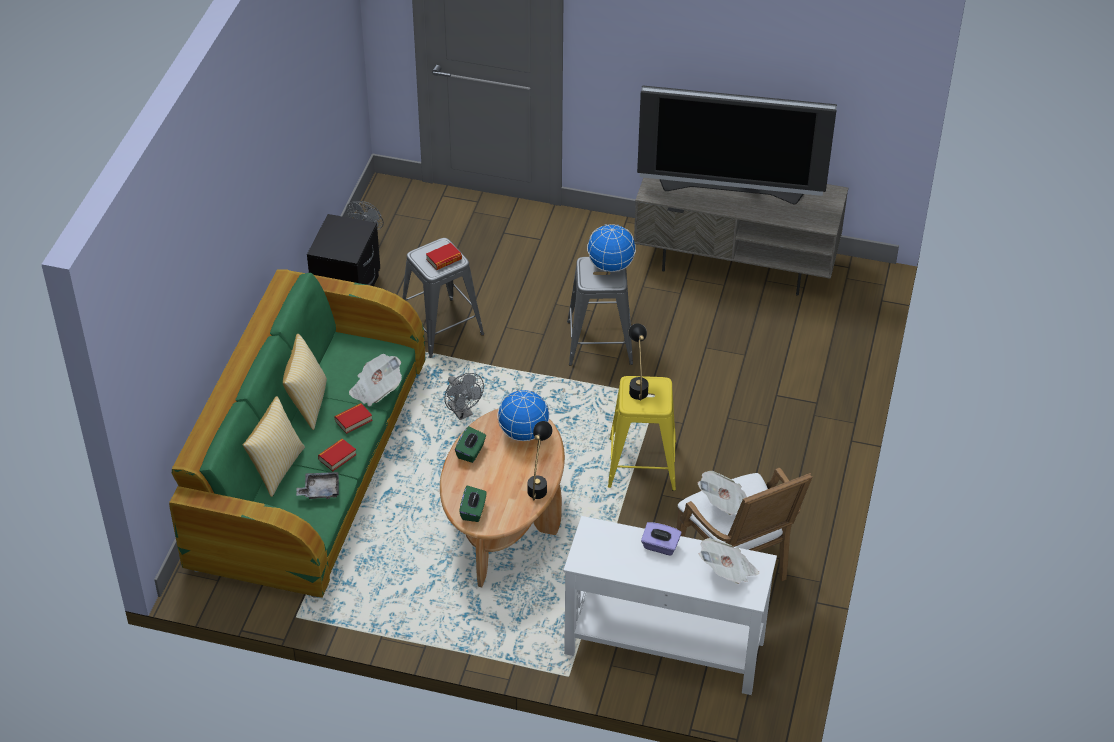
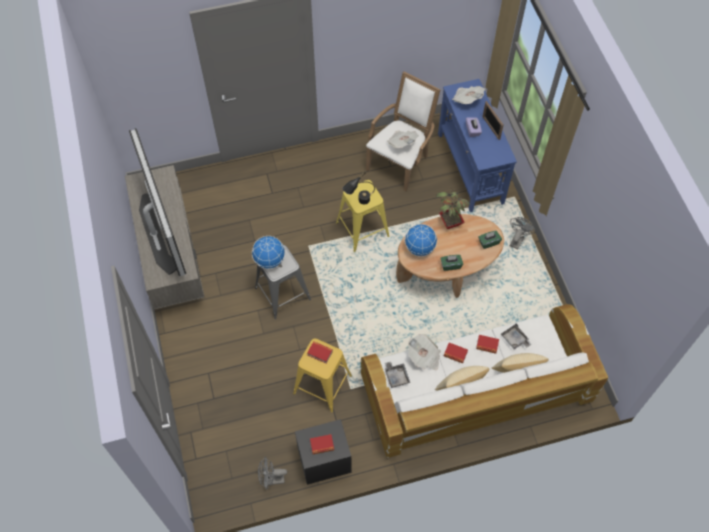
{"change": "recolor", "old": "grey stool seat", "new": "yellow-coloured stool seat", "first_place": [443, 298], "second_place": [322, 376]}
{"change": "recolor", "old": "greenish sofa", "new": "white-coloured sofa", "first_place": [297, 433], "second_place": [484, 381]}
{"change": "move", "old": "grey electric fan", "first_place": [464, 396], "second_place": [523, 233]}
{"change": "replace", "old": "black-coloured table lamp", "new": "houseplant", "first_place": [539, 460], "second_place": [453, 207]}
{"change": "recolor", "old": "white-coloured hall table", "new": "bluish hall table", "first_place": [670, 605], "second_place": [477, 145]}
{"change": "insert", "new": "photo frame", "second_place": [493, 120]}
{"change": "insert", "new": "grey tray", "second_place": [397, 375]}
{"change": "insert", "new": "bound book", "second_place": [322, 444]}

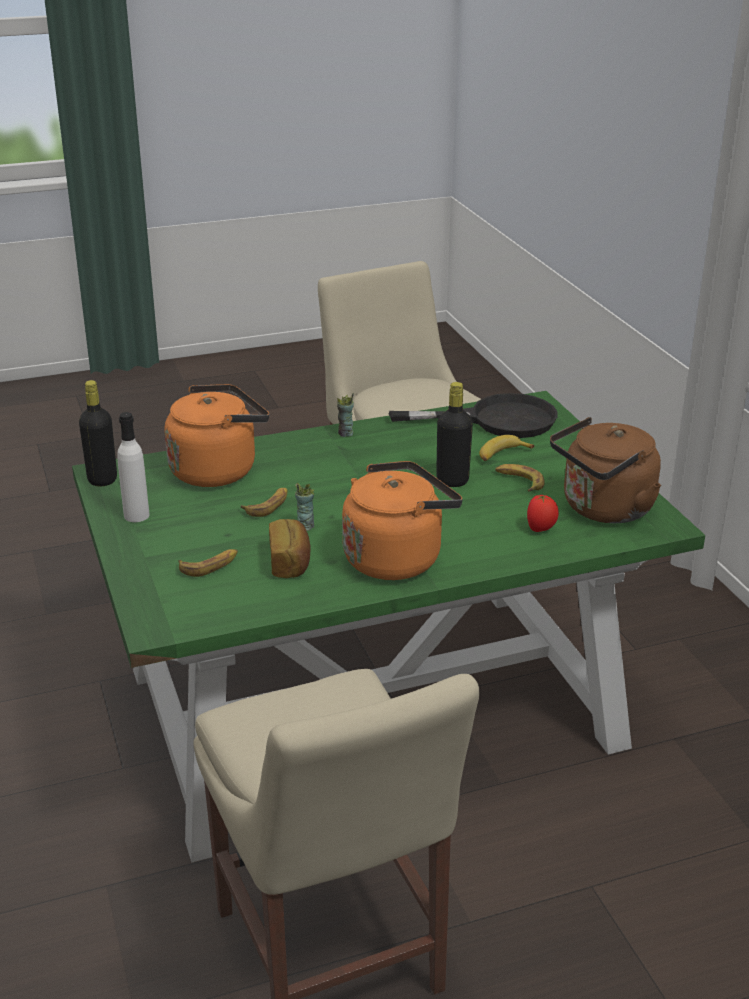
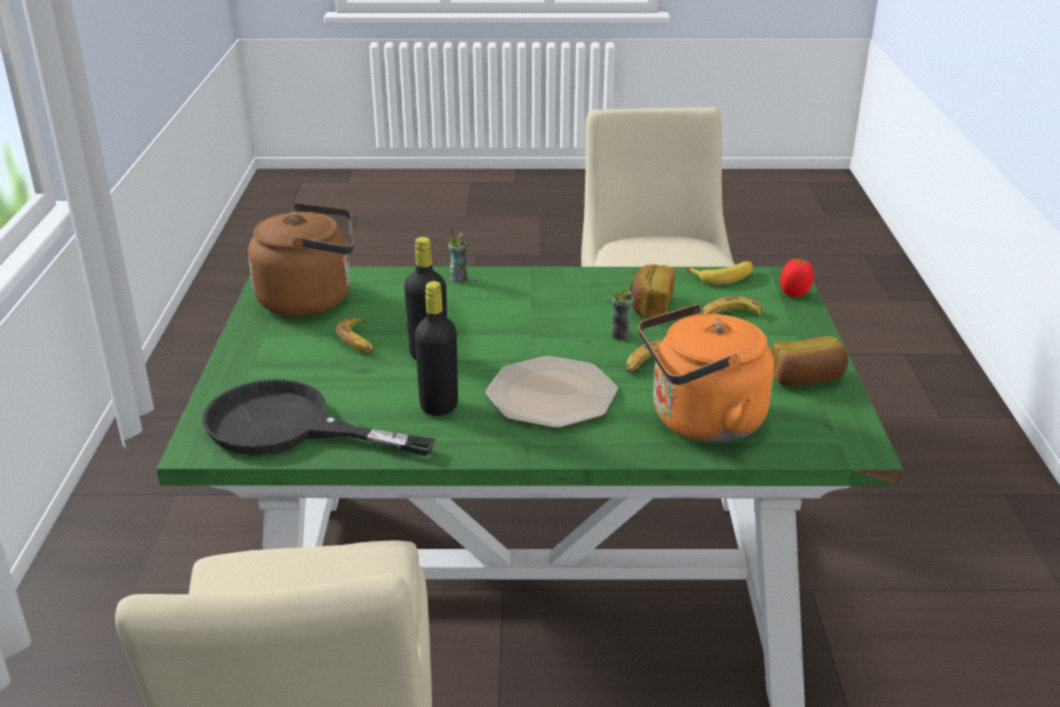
{"change": "move", "old": "black-coloured beverage bottle", "first_place": [98, 433], "second_place": [436, 348]}
{"change": "move", "old": "cup", "first_place": [345, 415], "second_place": [457, 255]}
{"change": "replace", "old": "white-coloured beverage bottle", "new": "baked bread", "first_place": [133, 467], "second_place": [810, 361]}
{"change": "move", "old": "banana fruit", "first_place": [506, 448], "second_place": [720, 273]}
{"change": "delete", "old": "orange-coloured kettle", "first_place": [402, 520]}
{"change": "move", "old": "tomato", "first_place": [543, 513], "second_place": [797, 277]}
{"change": "insert", "new": "dinner plate", "second_place": [552, 392]}

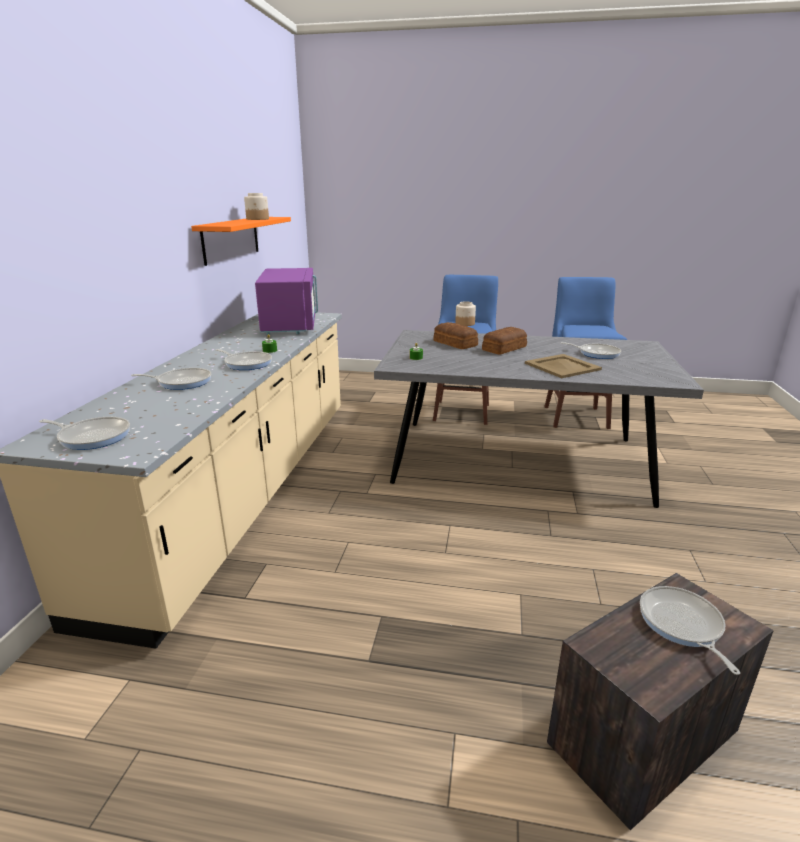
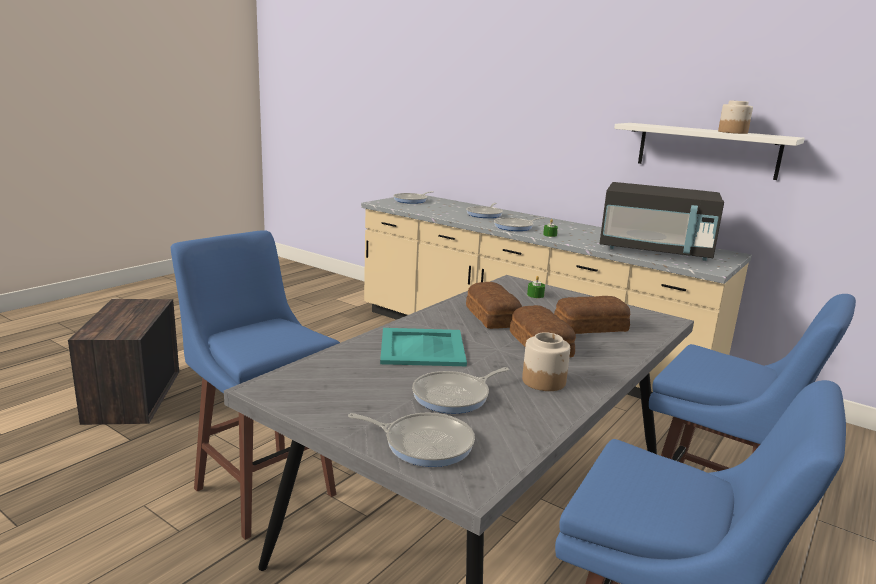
{"change": "recolor", "old": "orange-coloured bracket shelf", "new": "white-coloured bracket shelf", "first_place": [241, 241], "second_place": [709, 151]}
{"change": "recolor", "old": "purple kitchen microwave", "new": "black-coloured kitchen microwave", "first_place": [286, 301], "second_place": [661, 221]}
{"change": "move", "old": "storage jar", "first_place": [465, 313], "second_place": [546, 361]}
{"change": "recolor", "old": "beige tray", "new": "turquoise-coloured tray", "first_place": [563, 366], "second_place": [423, 347]}
{"change": "move", "old": "frying pan", "first_place": [690, 630], "second_place": [411, 439]}
{"change": "insert", "new": "bluish stool seat", "second_place": [255, 385]}
{"change": "insert", "new": "baked bread", "second_place": [494, 305]}

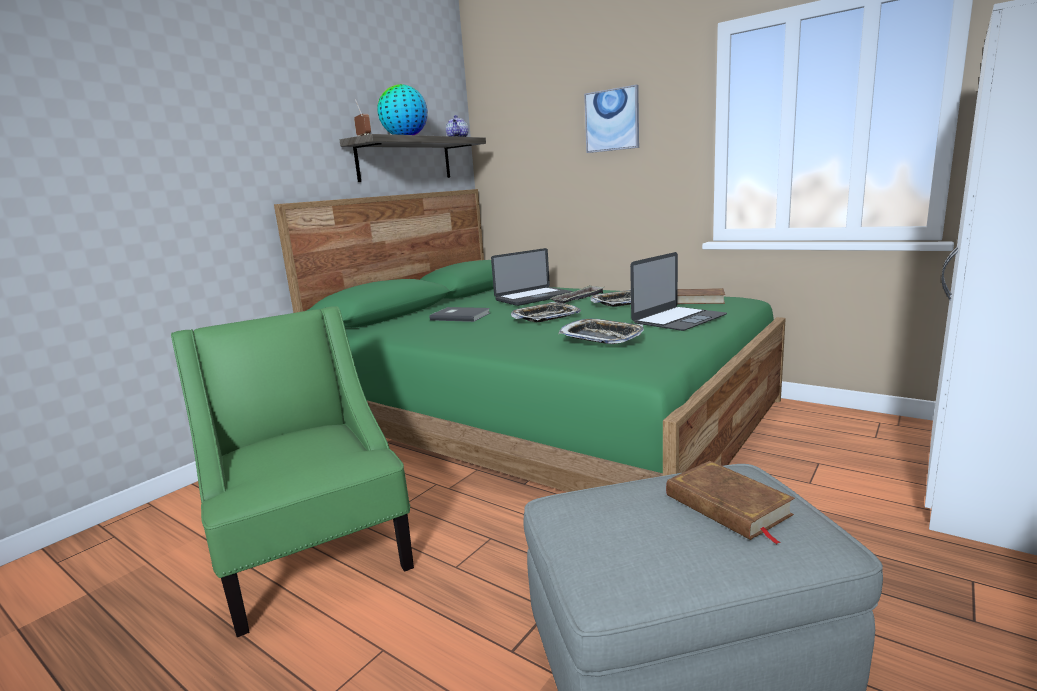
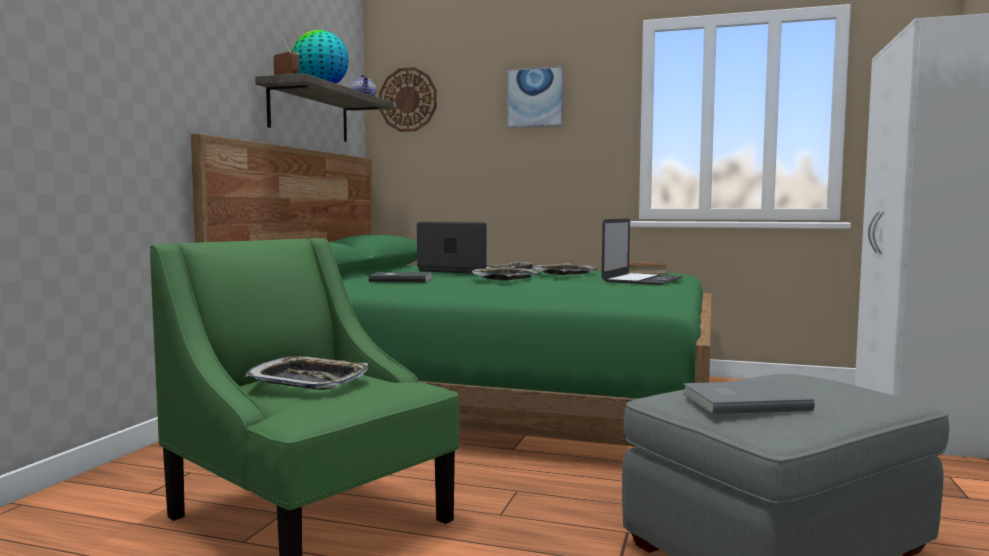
{"change": "rotate", "old": "notebook computer", "first_place": [531, 277], "second_place": [455, 248], "degrees": -105}
{"change": "move", "old": "tray", "first_place": [601, 331], "second_place": [306, 373]}
{"change": "delete", "old": "brown bound book", "first_place": [730, 502]}
{"change": "insert", "new": "hanging clock", "second_place": [408, 99]}
{"change": "insert", "new": "grey bound book", "second_place": [749, 397]}

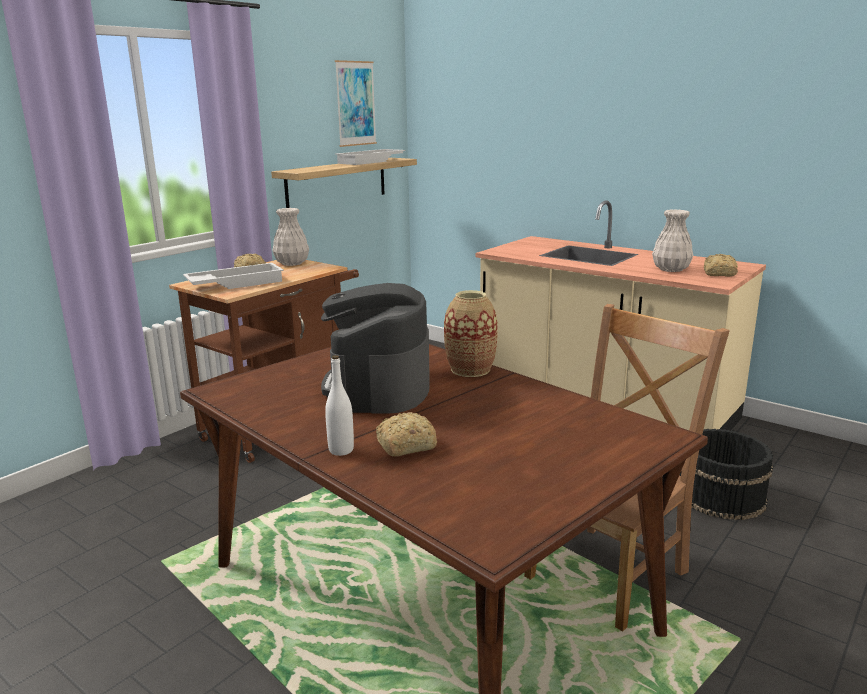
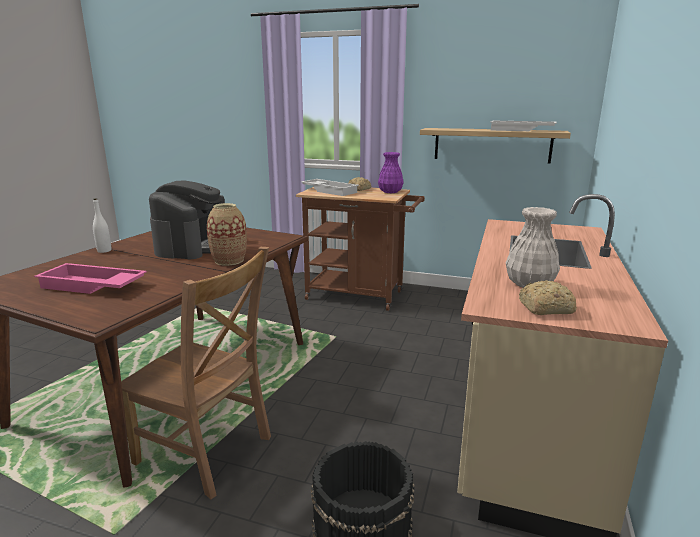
{"change": "delete", "old": "wall picture", "first_place": [356, 103]}
{"change": "recolor", "old": "white-coloured vase", "new": "purple vase", "first_place": [290, 237], "second_place": [391, 172]}
{"change": "rotate", "old": "coffee machine", "first_place": [375, 348], "second_place": [187, 219], "degrees": 120}
{"change": "delete", "old": "baked bread", "first_place": [406, 434]}
{"change": "insert", "new": "pink tray", "second_place": [90, 278]}

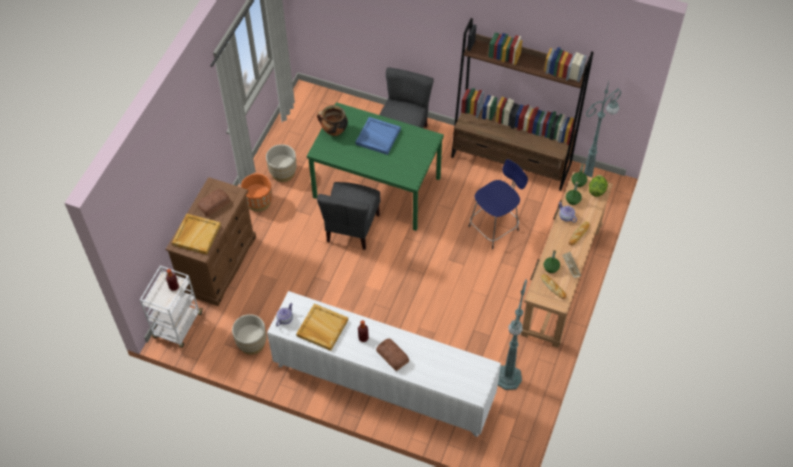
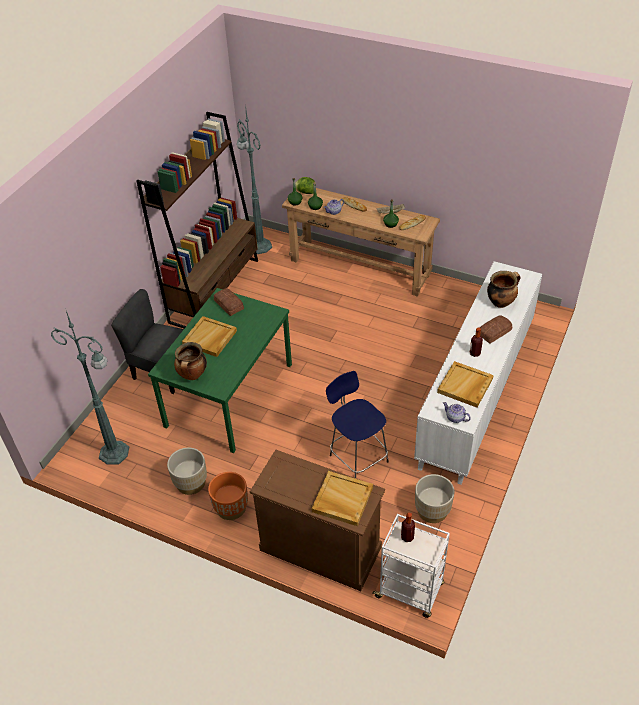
{"change": "recolor", "old": "bluish tray", "new": "beige tray", "first_place": [378, 136], "second_place": [209, 336]}
{"change": "move", "old": "bluish stool seat", "first_place": [498, 204], "second_place": [357, 424]}
{"change": "delete", "old": "grey chair", "first_place": [348, 216]}
{"change": "move", "old": "baked bread", "first_place": [214, 203], "second_place": [229, 302]}
{"change": "move", "old": "greenish standard lamp", "first_place": [512, 335], "second_place": [90, 388]}
{"change": "insert", "new": "cooking pot", "second_place": [504, 289]}

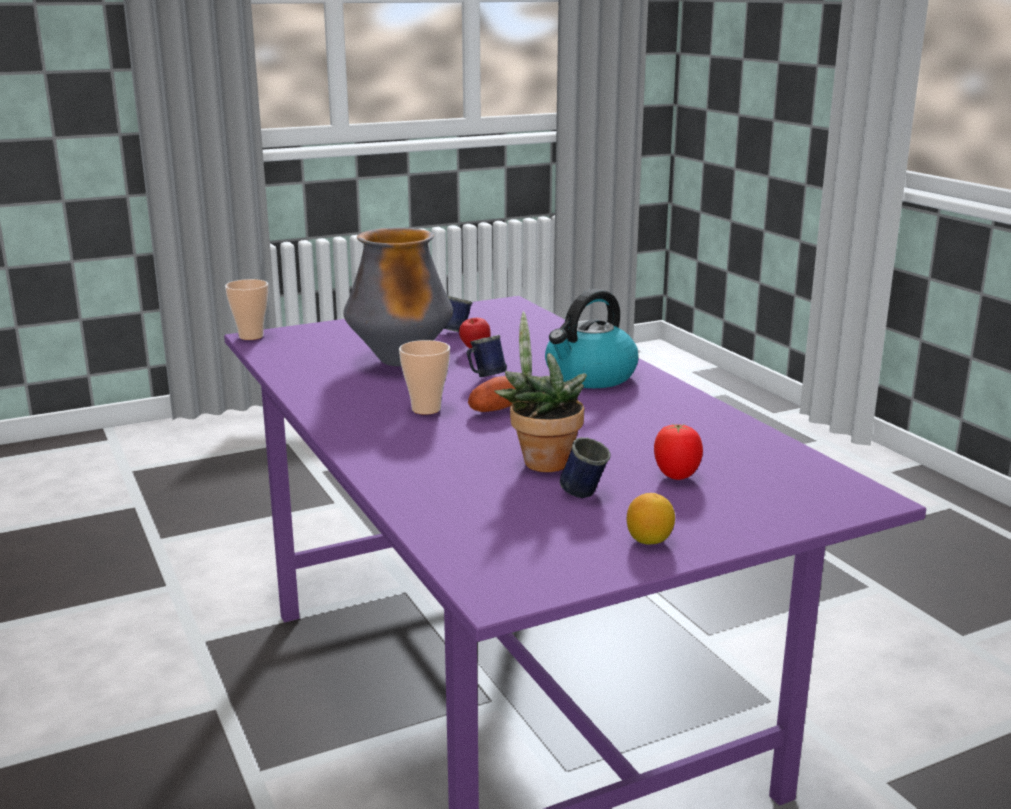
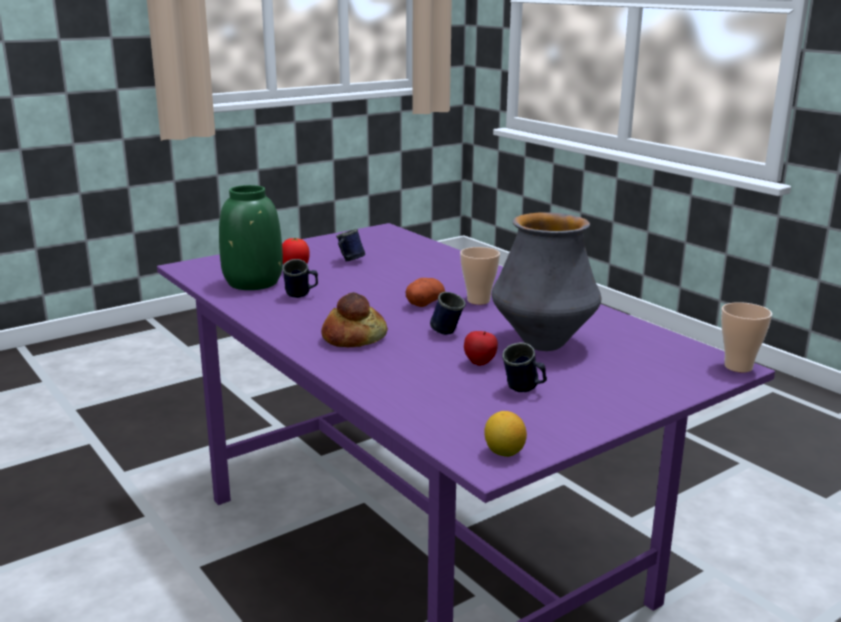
{"change": "replace", "old": "kettle", "new": "baked bread", "first_place": [591, 338], "second_place": [354, 319]}
{"change": "delete", "old": "houseplant", "first_place": [540, 391]}
{"change": "move", "old": "whole lemon", "first_place": [651, 519], "second_place": [505, 434]}
{"change": "insert", "new": "greenish vase", "second_place": [251, 237]}
{"change": "insert", "new": "bluish mug", "second_place": [300, 278]}

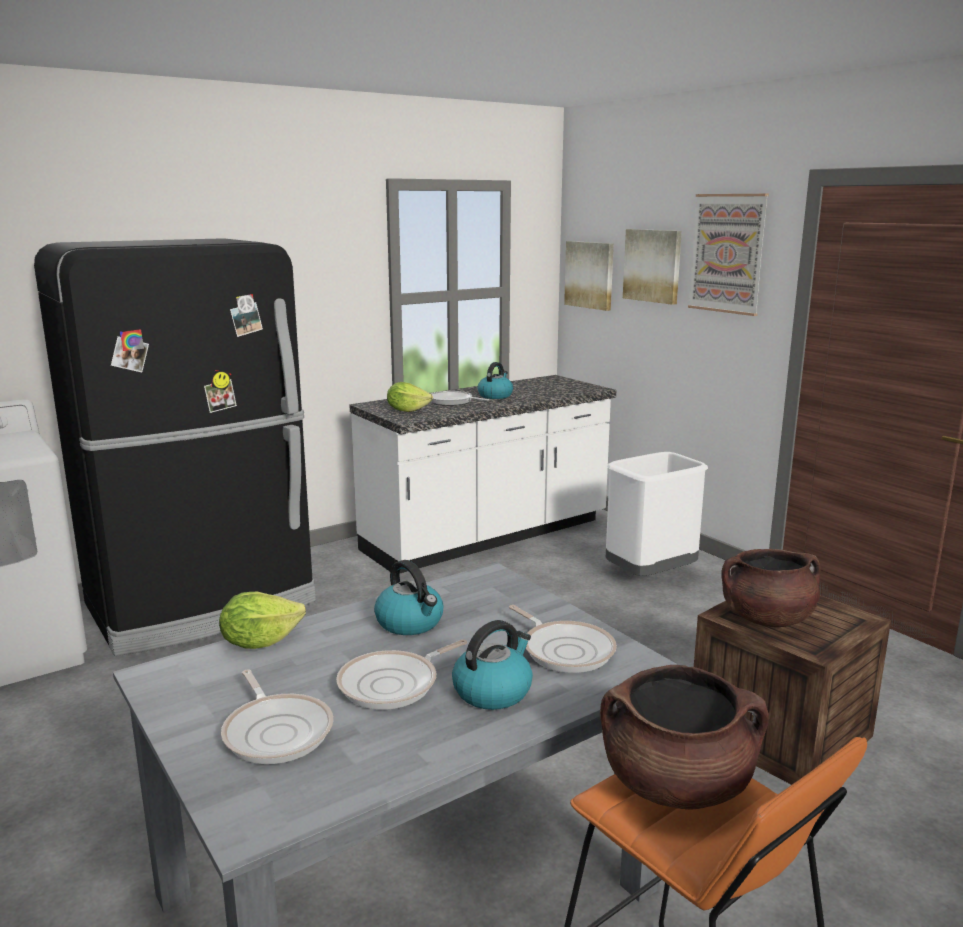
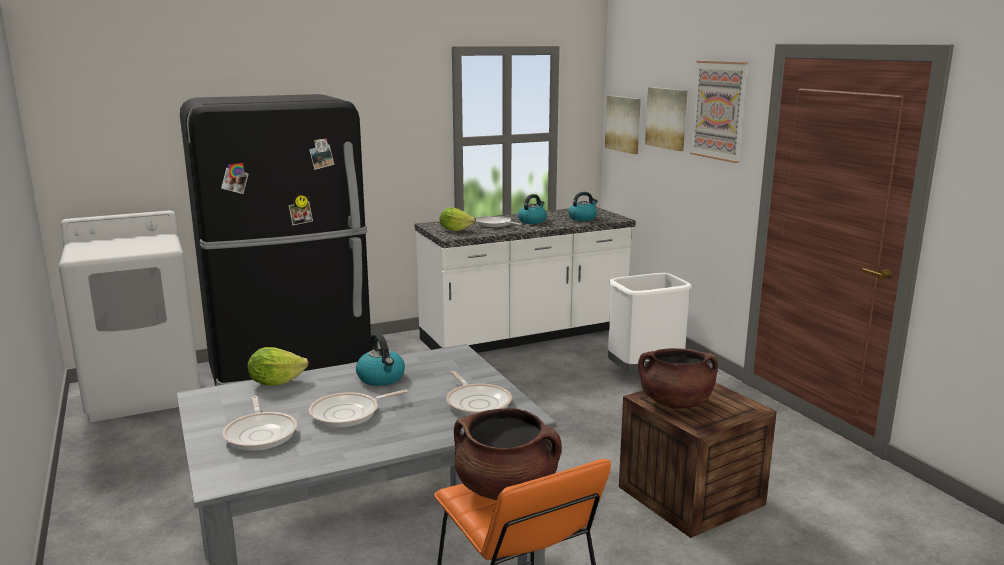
{"change": "move", "old": "kettle", "first_place": [492, 665], "second_place": [583, 206]}

